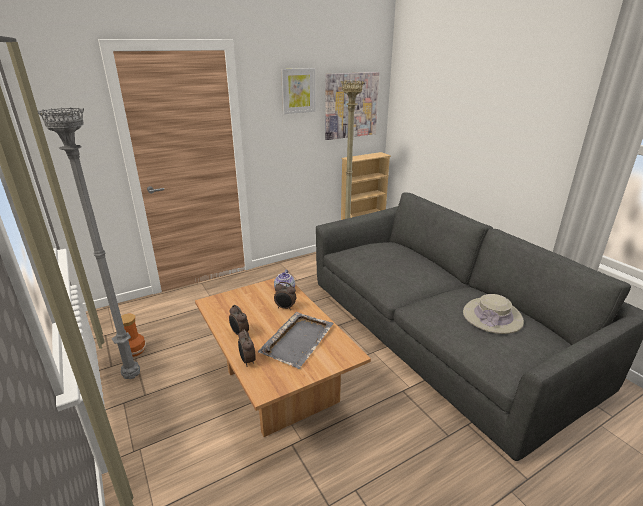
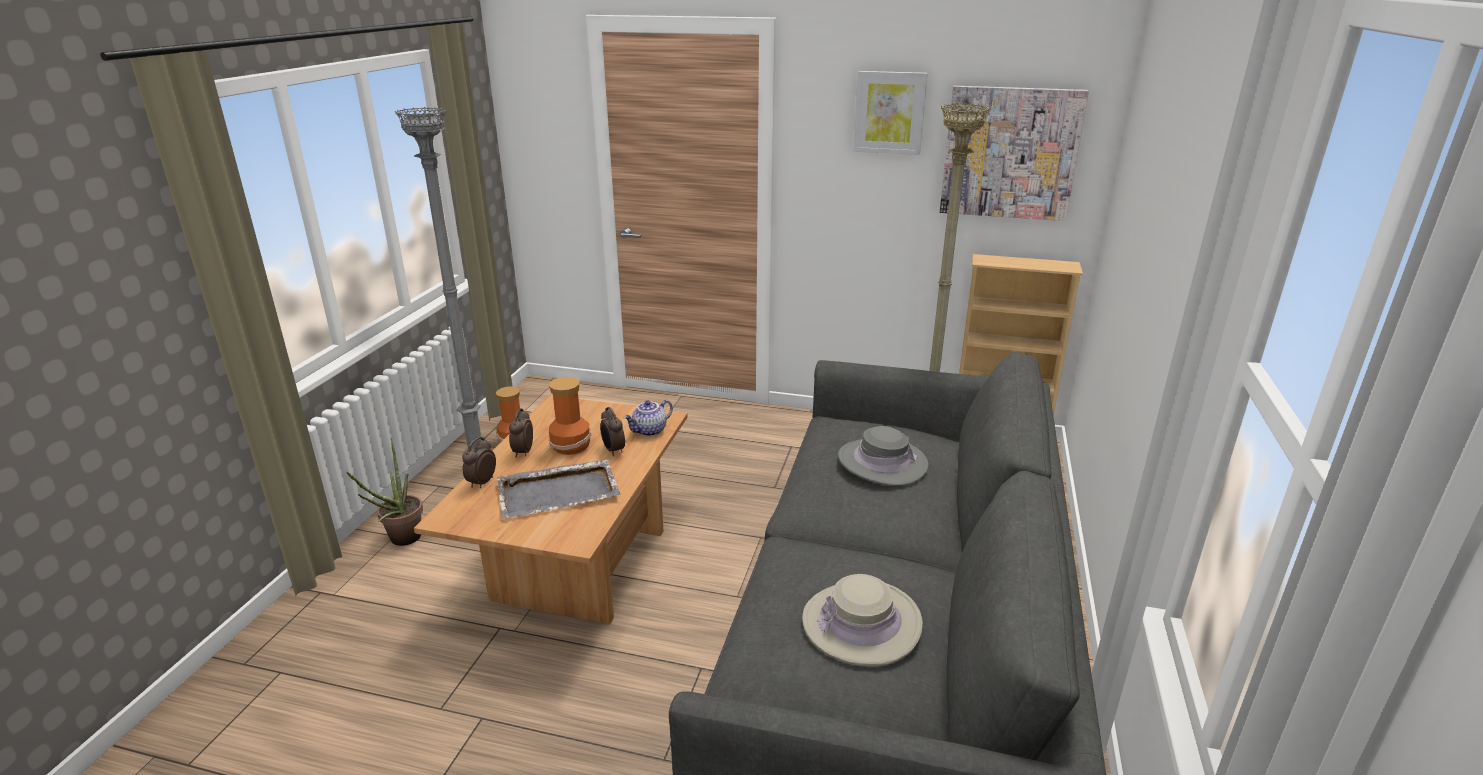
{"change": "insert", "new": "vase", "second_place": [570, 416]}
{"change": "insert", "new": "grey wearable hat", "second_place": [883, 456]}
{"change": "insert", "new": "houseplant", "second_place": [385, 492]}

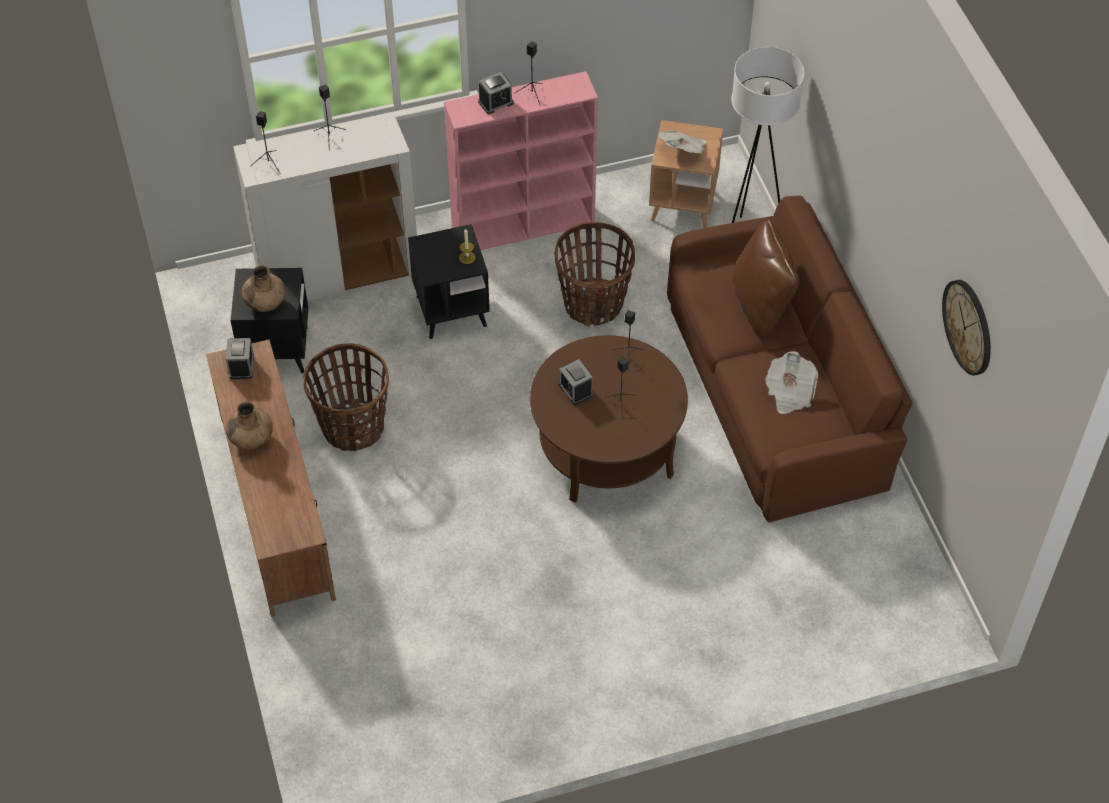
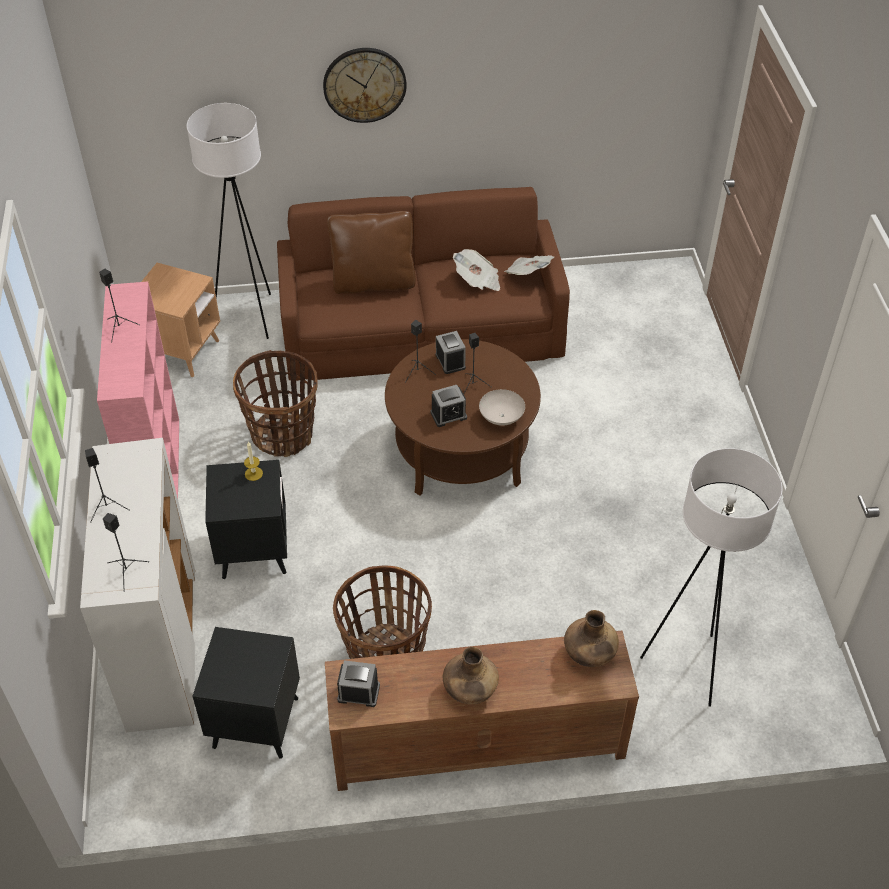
{"change": "move", "old": "alarm clock", "first_place": [496, 93], "second_place": [451, 352]}
{"change": "move", "old": "daily paper", "first_place": [682, 142], "second_place": [529, 265]}
{"change": "move", "old": "brown vase", "first_place": [263, 289], "second_place": [591, 638]}
{"change": "move", "old": "hanging clock", "first_place": [966, 328], "second_place": [365, 85]}
{"change": "insert", "new": "white-coloured serving bowl", "second_place": [502, 407]}
{"change": "insert", "new": "white-coloured standard lamp", "second_place": [711, 577]}

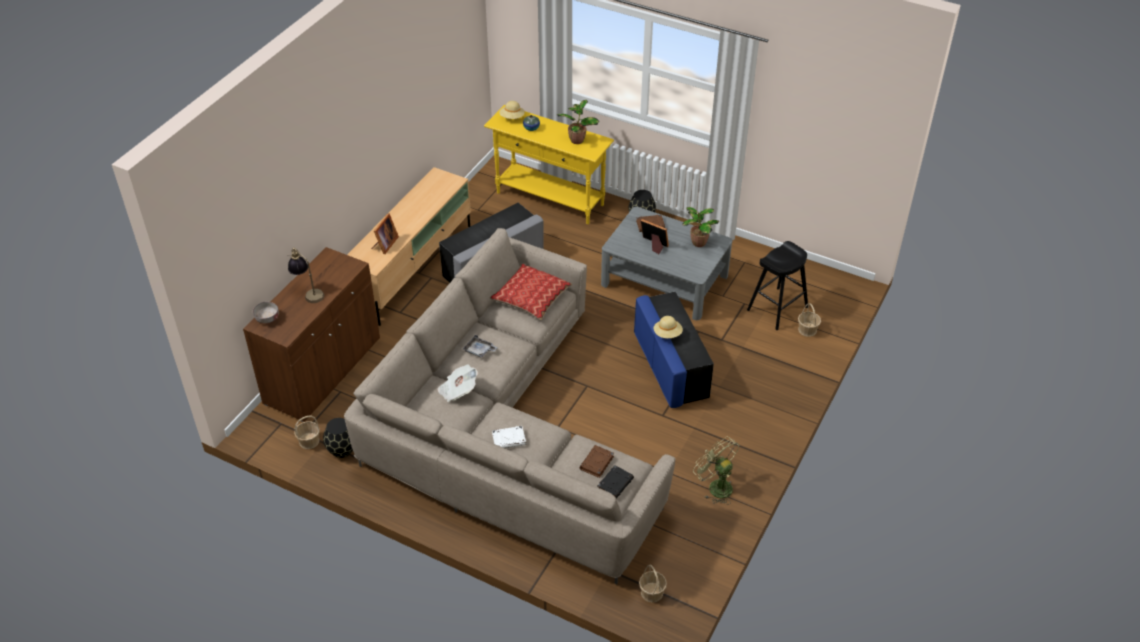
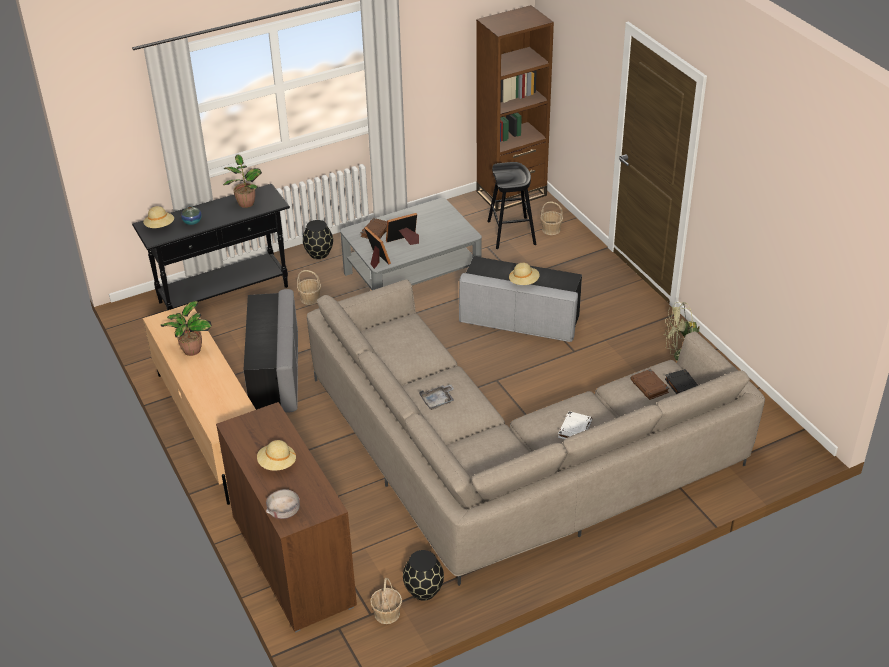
{"change": "recolor", "old": "yellow-coloured hall table", "new": "black-coloured hall table", "first_place": [549, 164], "second_place": [211, 247]}
{"change": "move", "old": "houseplant", "first_place": [700, 227], "second_place": [186, 328]}
{"change": "move", "old": "photo frame", "first_place": [385, 233], "second_place": [377, 248]}
{"change": "replace", "old": "table lamp", "new": "beige wearable hat", "first_place": [306, 275], "second_place": [277, 455]}
{"change": "delete", "old": "pillow", "first_place": [531, 292]}
{"change": "recolor", "old": "bluish footrest", "new": "grey footrest", "first_place": [674, 350], "second_place": [520, 299]}
{"change": "delete", "old": "daily paper", "first_place": [457, 383]}
{"change": "move", "old": "household basket", "first_place": [653, 584], "second_place": [309, 287]}
{"change": "insert", "new": "brown shelving unit", "second_place": [515, 108]}

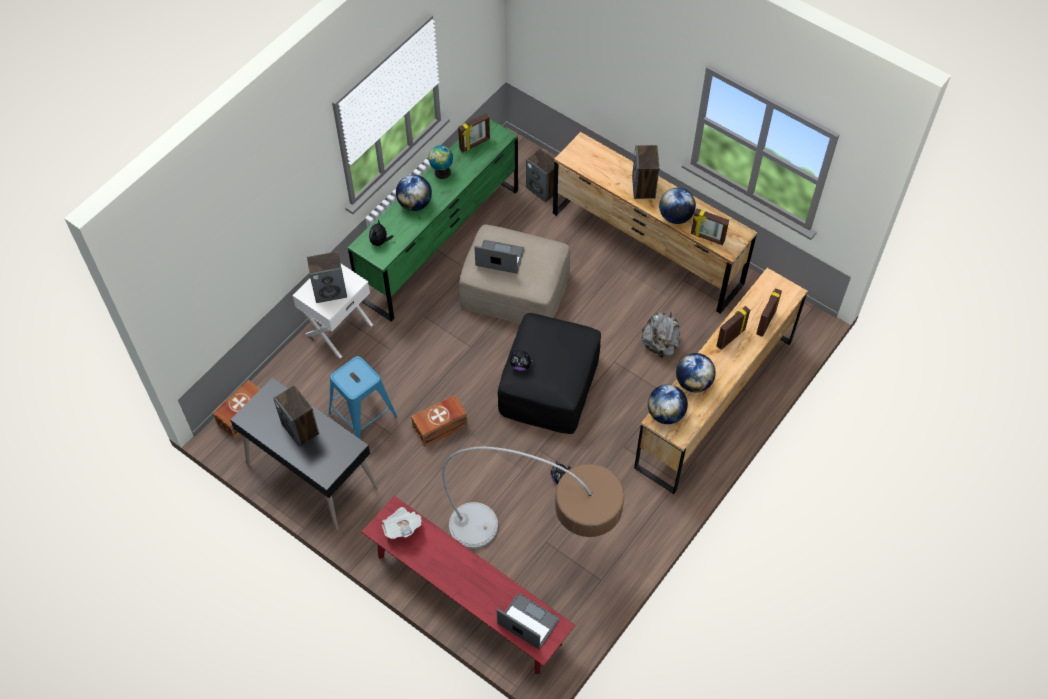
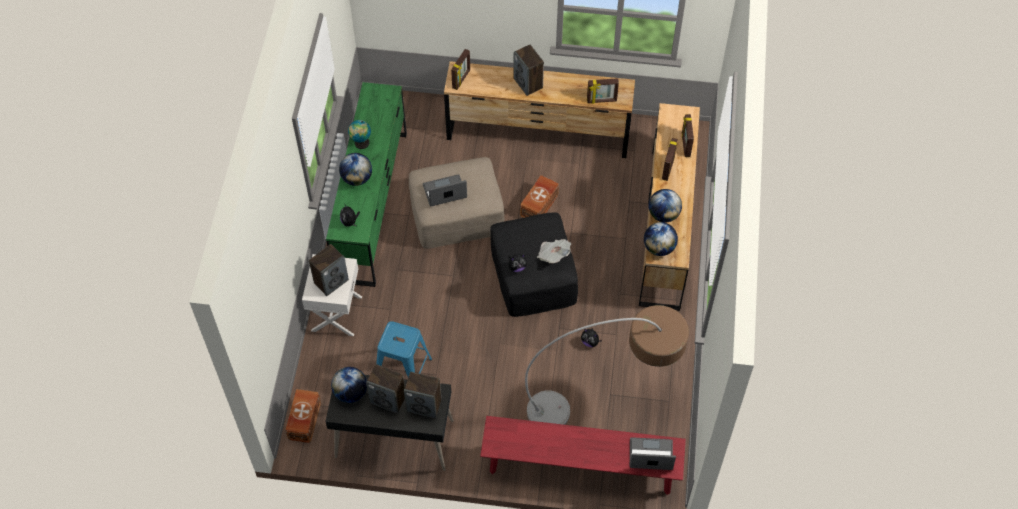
{"change": "move", "old": "photo frame", "first_place": [474, 132], "second_place": [460, 69]}
{"change": "move", "old": "audio speaker", "first_place": [540, 175], "second_place": [423, 395]}
{"change": "move", "old": "world globe", "first_place": [677, 206], "second_place": [349, 385]}
{"change": "delete", "old": "grey backpack", "first_place": [661, 334]}
{"change": "move", "old": "brown storage box", "first_place": [439, 421], "second_place": [539, 196]}
{"change": "move", "old": "daily paper", "first_place": [401, 523], "second_place": [554, 251]}

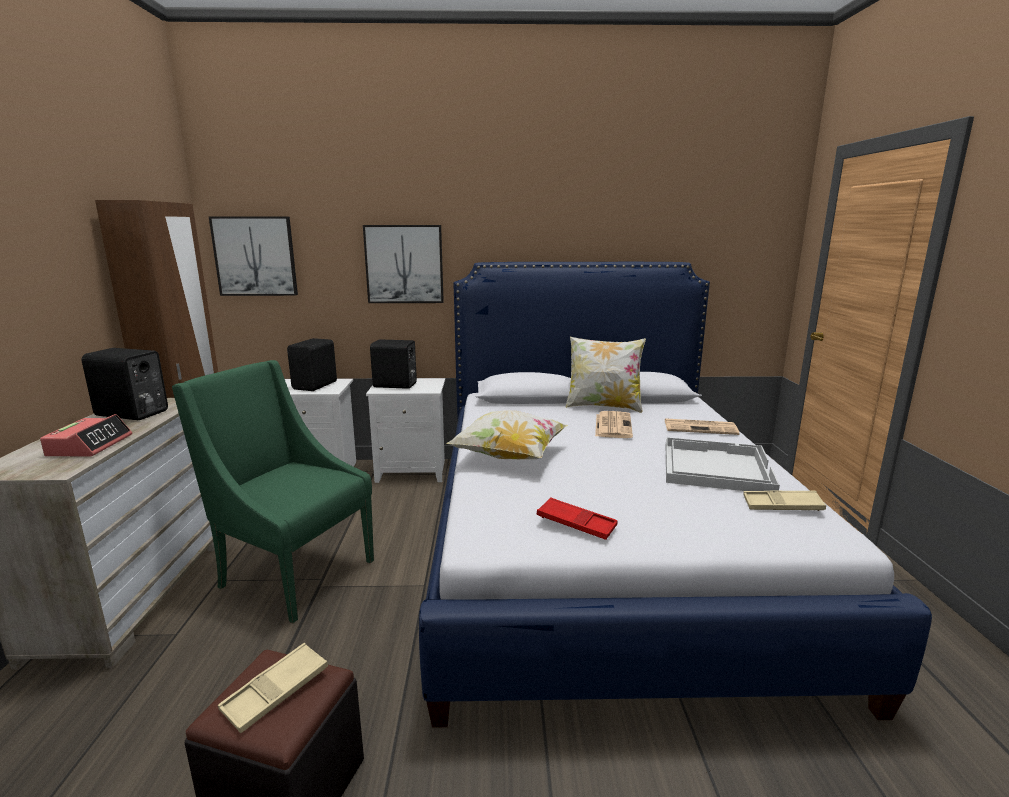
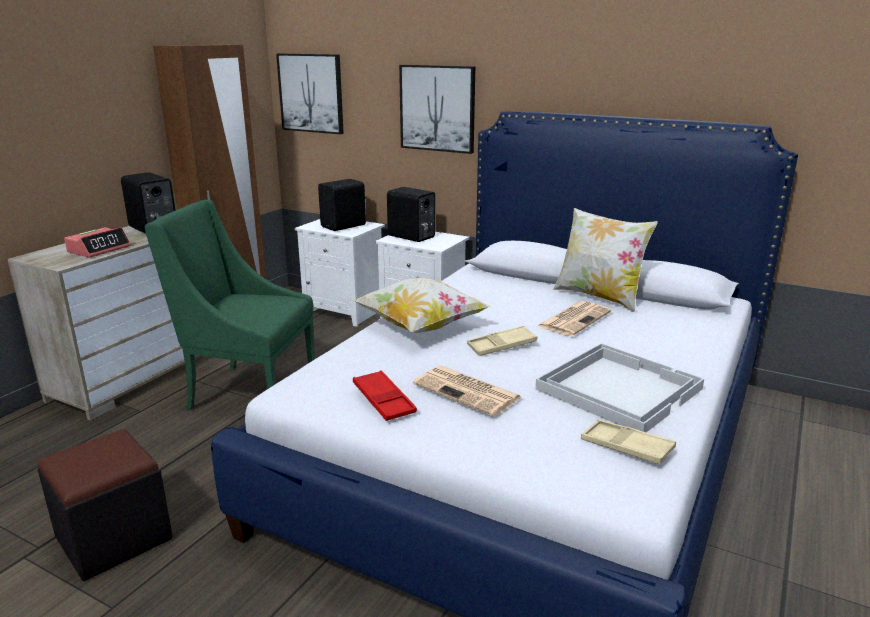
{"change": "rotate", "old": "greenish lounge chair", "first_place": [273, 491], "second_place": [230, 305], "degrees": -45}
{"change": "move", "old": "daily paper", "first_place": [702, 426], "second_place": [467, 391]}
{"change": "move", "old": "beige tray", "first_place": [273, 688], "second_place": [502, 340]}

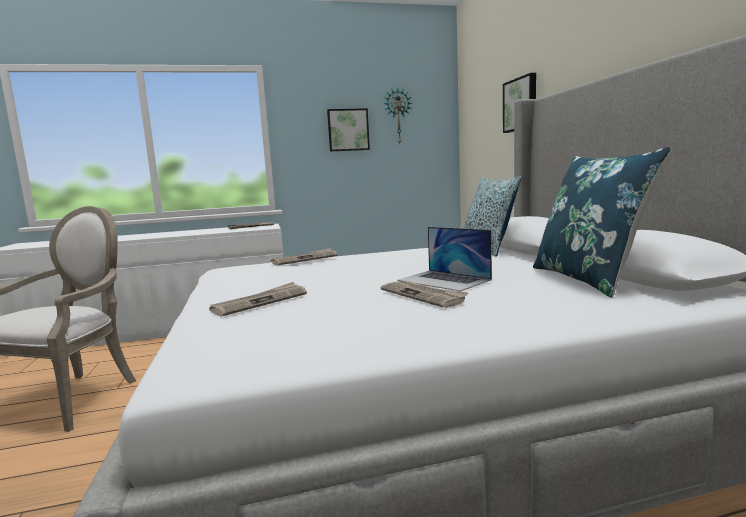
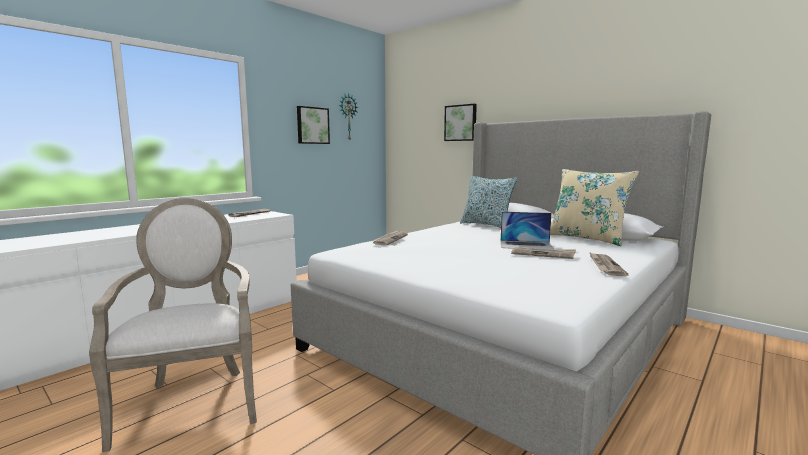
{"change": "recolor", "old": "bluish pillow", "new": "beige pillow", "first_place": [602, 222], "second_place": [594, 207]}
{"change": "move", "old": "daily paper", "first_place": [258, 299], "second_place": [609, 264]}

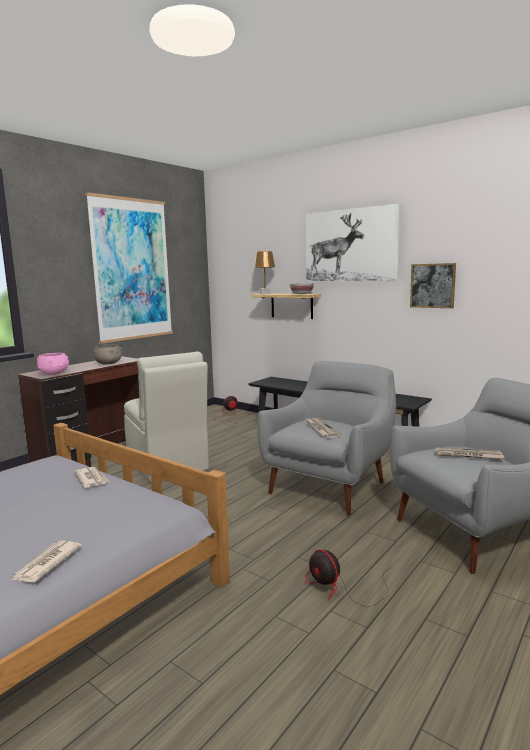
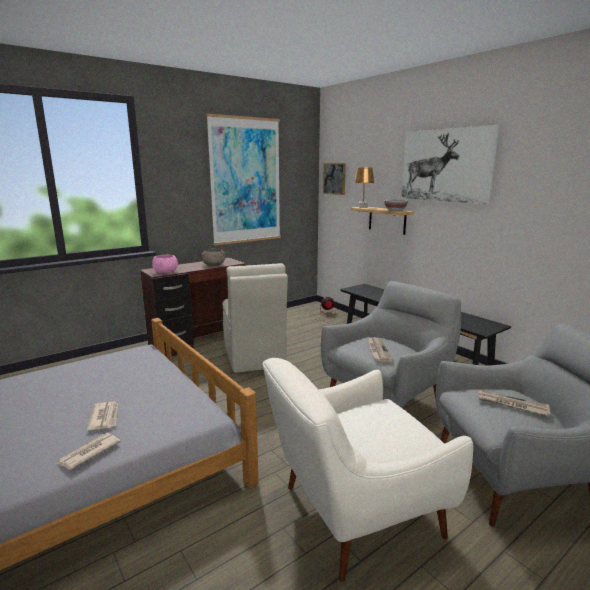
{"change": "move", "old": "wall picture", "first_place": [433, 285], "second_place": [334, 179]}
{"change": "move", "old": "daily paper", "first_place": [92, 477], "second_place": [102, 416]}
{"change": "replace", "old": "electric fan", "new": "white-coloured lounge chair", "first_place": [347, 578], "second_place": [368, 470]}

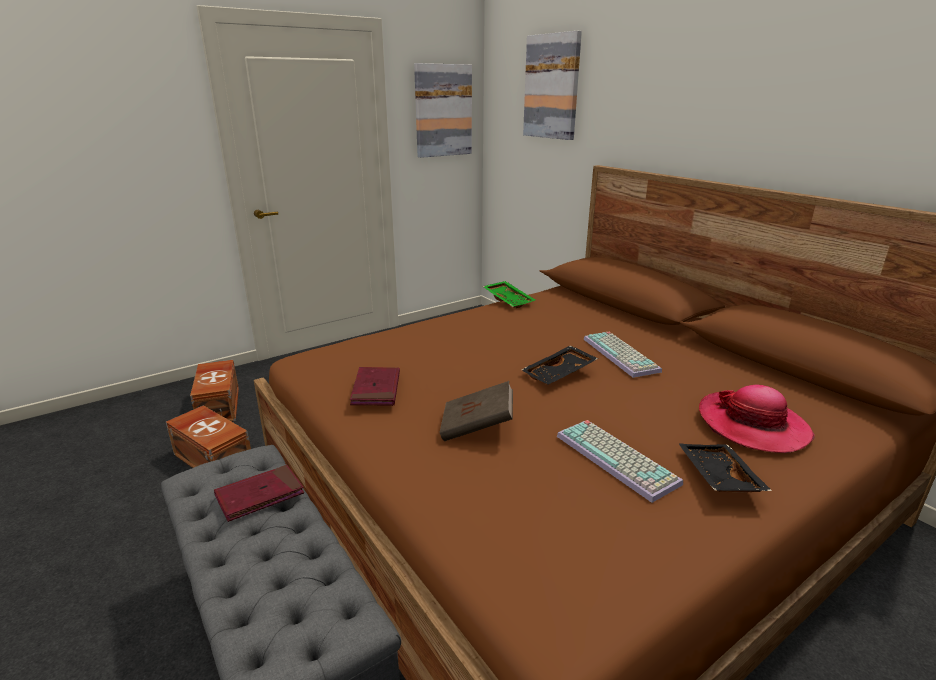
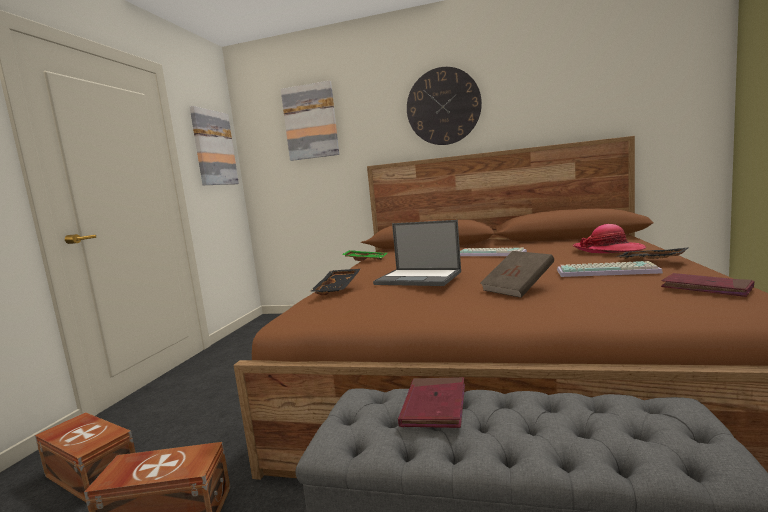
{"change": "move", "old": "black-coloured tray", "first_place": [560, 365], "second_place": [335, 282]}
{"change": "move", "old": "red bound book", "first_place": [375, 386], "second_place": [707, 285]}
{"change": "insert", "new": "hanging clock", "second_place": [444, 106]}
{"change": "insert", "new": "notebook computer", "second_place": [417, 253]}

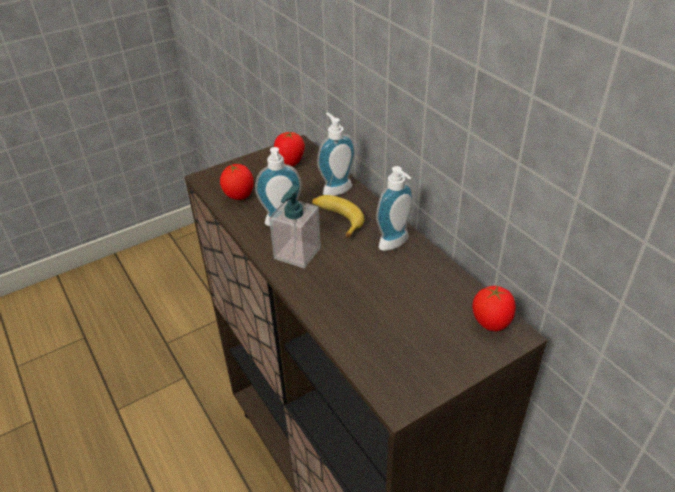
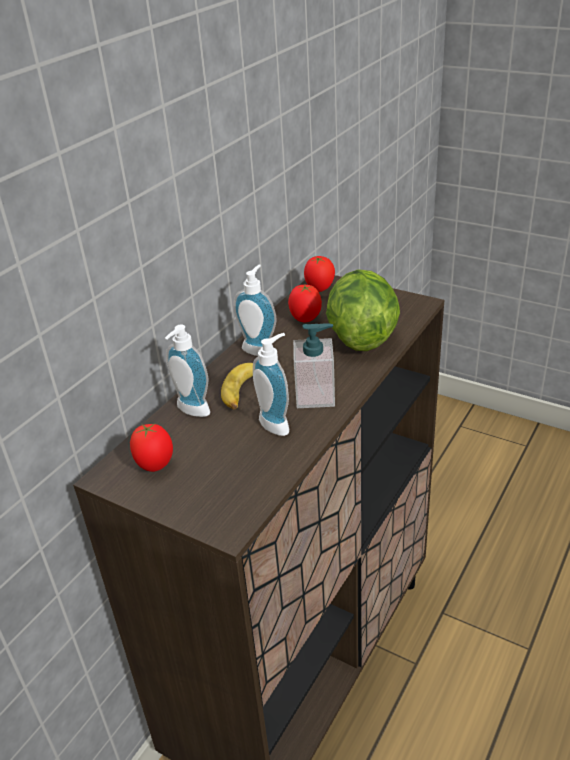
{"change": "move", "old": "tomato", "first_place": [237, 182], "second_place": [305, 303]}
{"change": "insert", "new": "lettuce", "second_place": [363, 310]}

